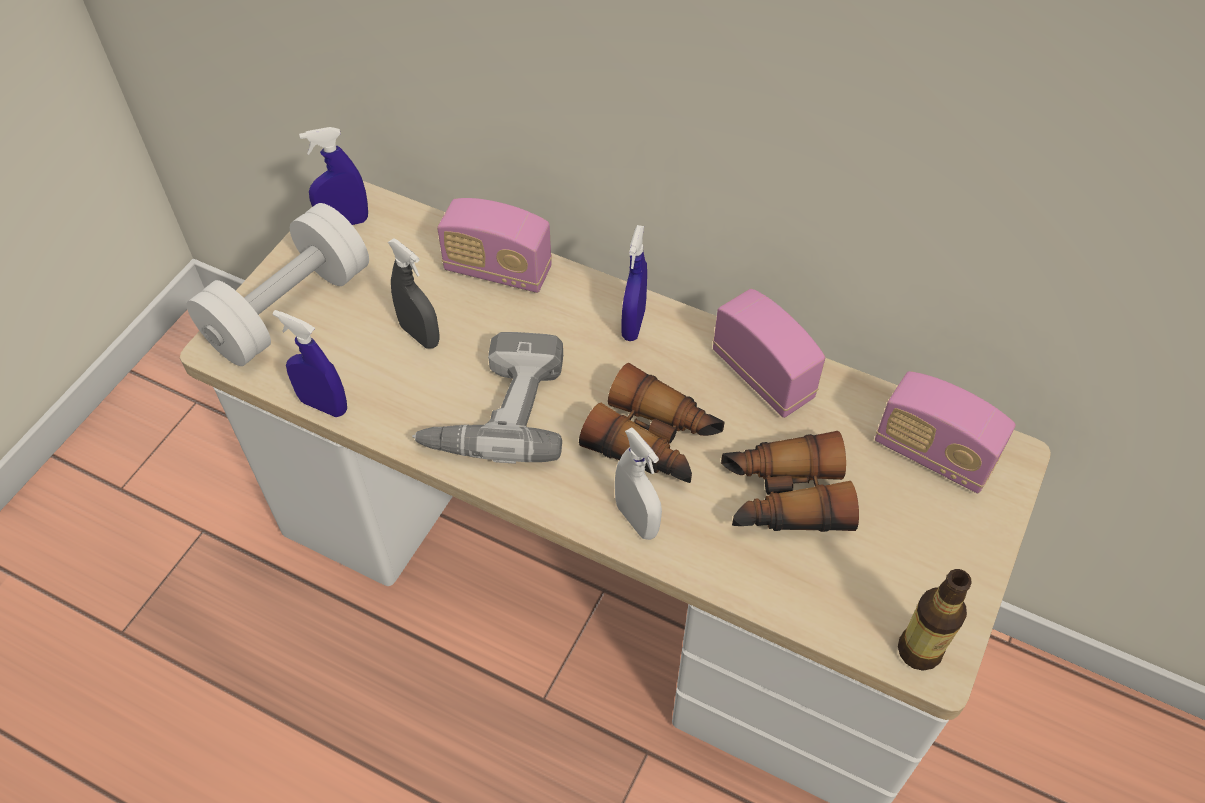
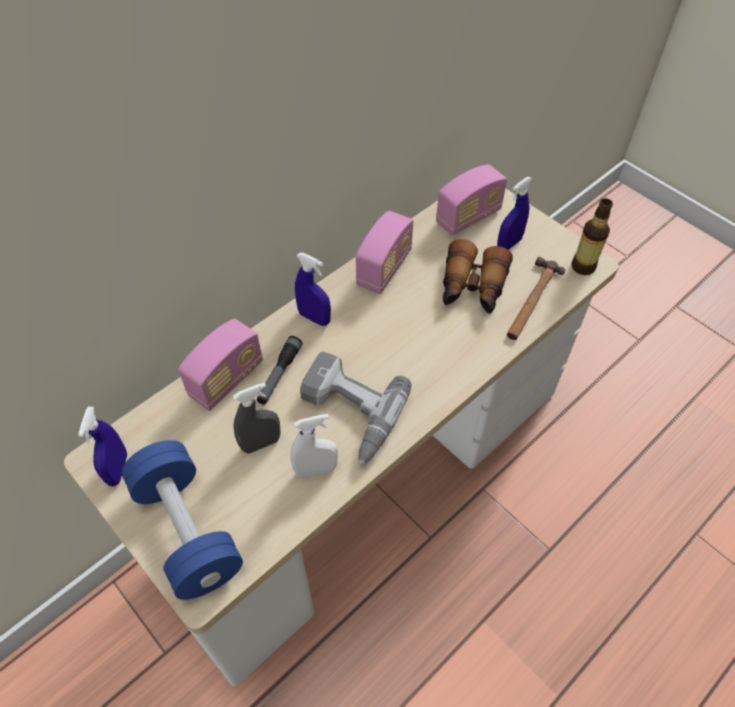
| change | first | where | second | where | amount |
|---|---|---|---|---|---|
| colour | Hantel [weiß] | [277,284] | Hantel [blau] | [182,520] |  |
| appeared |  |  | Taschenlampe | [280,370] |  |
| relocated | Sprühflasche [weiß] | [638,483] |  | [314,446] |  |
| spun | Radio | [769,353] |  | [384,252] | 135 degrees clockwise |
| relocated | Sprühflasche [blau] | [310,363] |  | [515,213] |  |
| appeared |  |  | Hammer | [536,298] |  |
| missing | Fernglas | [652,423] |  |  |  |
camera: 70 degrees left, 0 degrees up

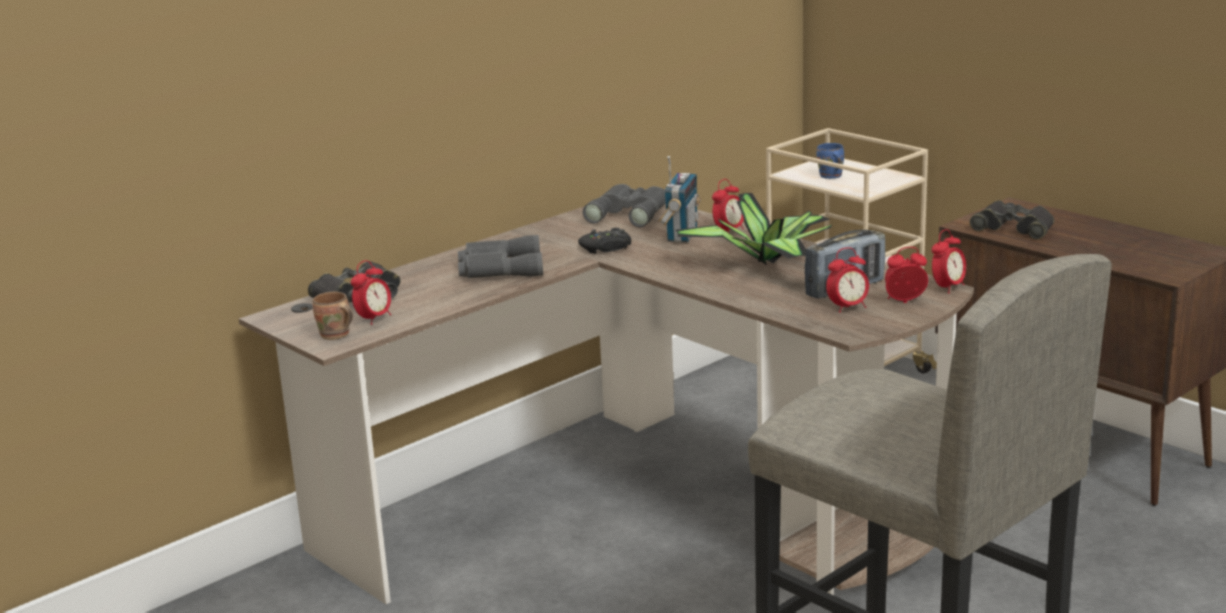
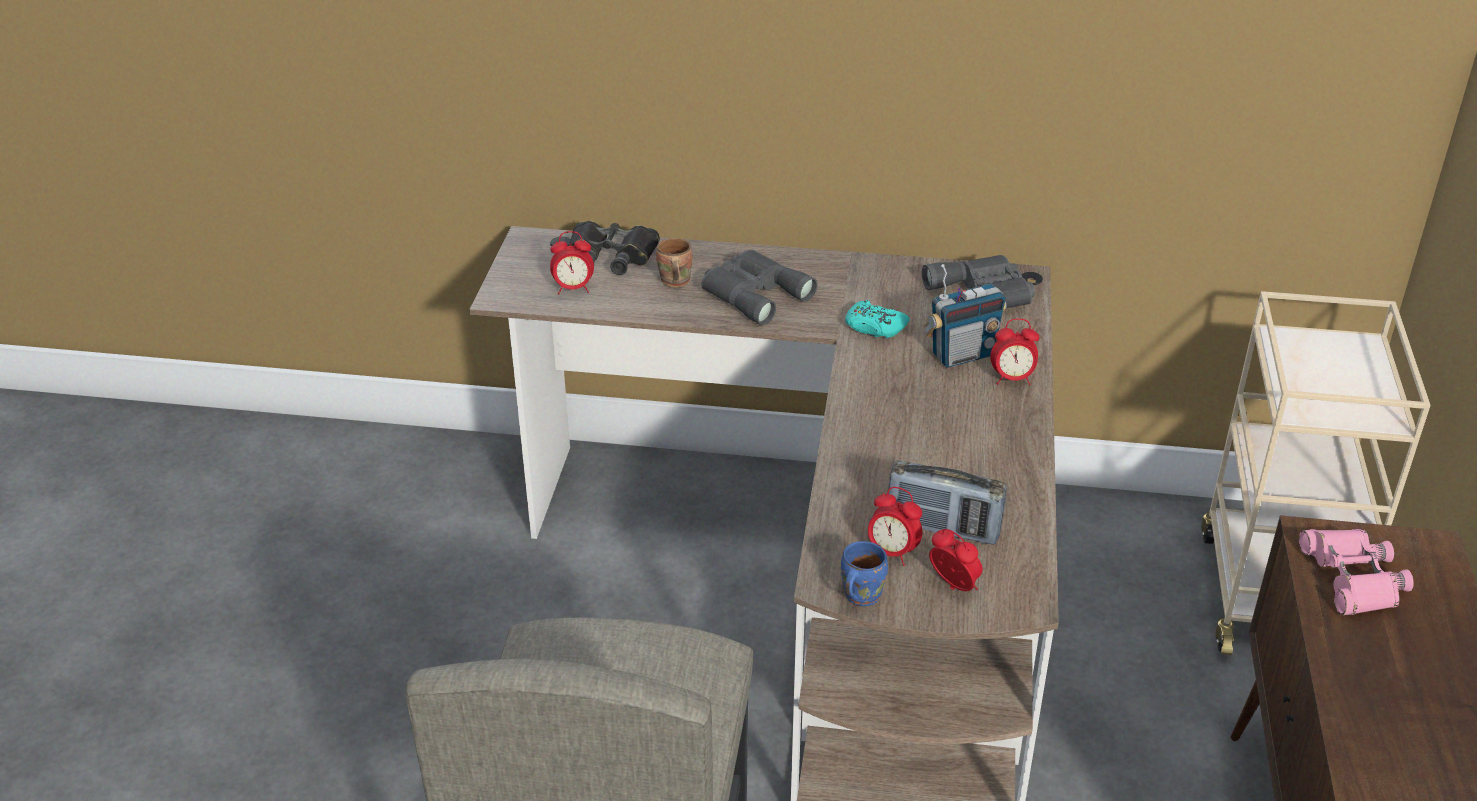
| change | first | where | second | where | amount |
|---|---|---|---|---|---|
| relocated | Henkelbecher [braun] | [333,316] |  | [674,263] |  |
| relocated | Henkelbecher [blau] | [830,161] |  | [864,573] |  |
| colour | Gamepad [schwarz] | [604,241] | Gamepad [türkis] | [877,319] |  |
| colour | Fernglas [schwarz] | [1012,220] | Fernglas [rosa] | [1356,572] |  |
| missing | Topfpflanze | [754,229] |  |  |  |
| missing | Wecker | [949,261] |  |  |  |
camera: 50 degrees right, 15 degrees up

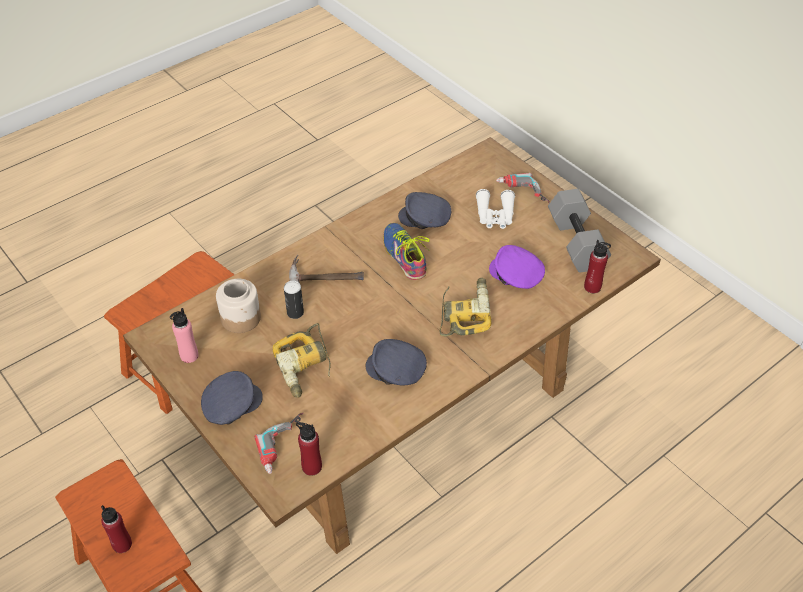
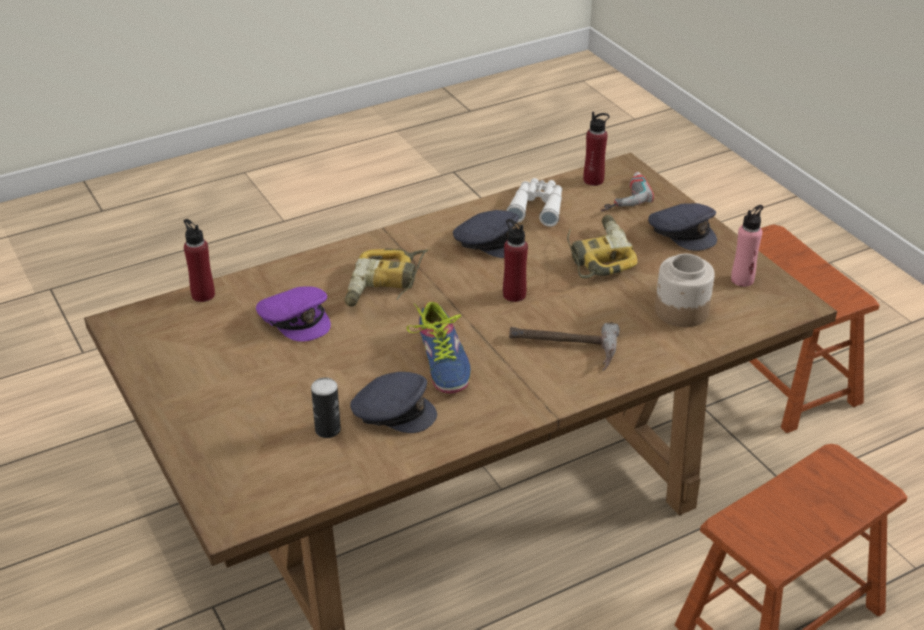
| change | first | where | second | where | amount |
|---|---|---|---|---|---|
| relocated | Dose | [294,300] |  | [326,408] |  |
| relocated | Flasche [rot] | [116,529] |  | [515,260] |  |
| relocated | Fernglas [weiß] | [495,209] |  | [534,202] |  |
| spun | Kappe [grau] | [232,398] |  | [682,227] | 105 degrees counterclockwise |
| missing | Bohrmaschine | [523,188] |  |  |  |
| missing | Hantel [grau] | [579,231] |  |  |  |
camera: 170 degrees left, 10 degrees down

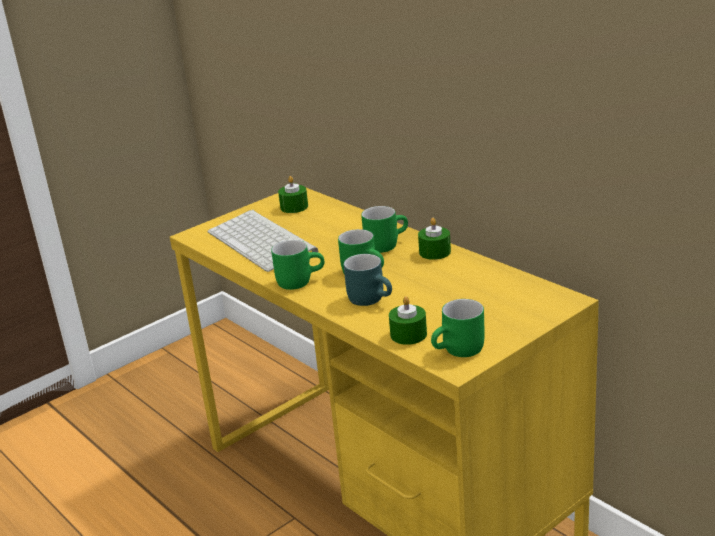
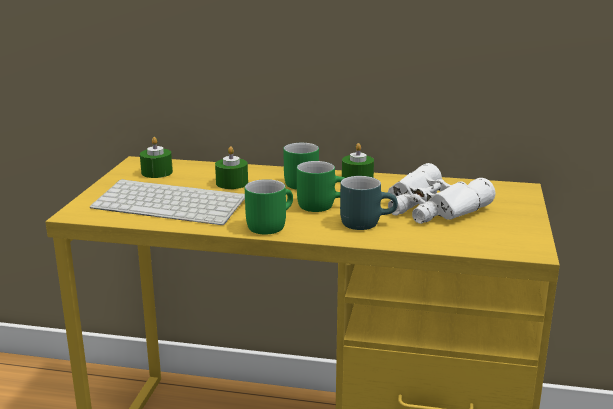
| change | first | where | second | where | amount |
|---|---|---|---|---|---|
| relocated | Kerze [grün] | [408,320] |  | [231,167] |  |
| appeared |  |  | Fernglas [weiß] | [441,193] |  |
| missing | Henkelbecher [grün] | [458,328] |  |  |  |
camera: 40 degrees left, 5 degrees down

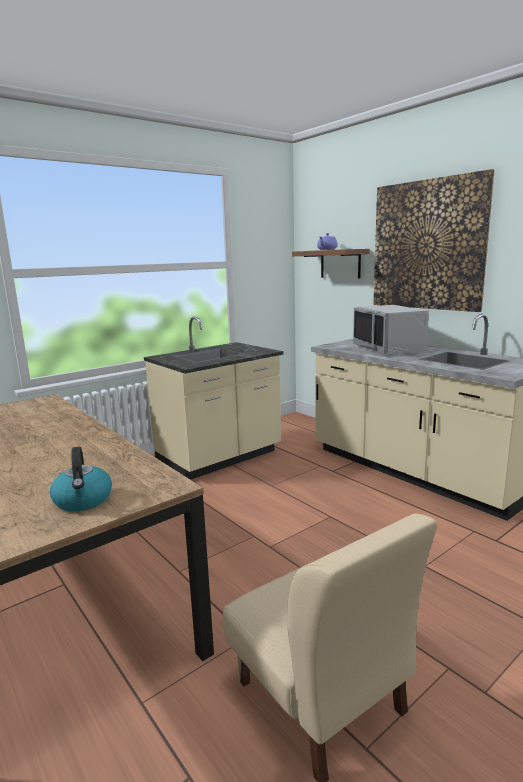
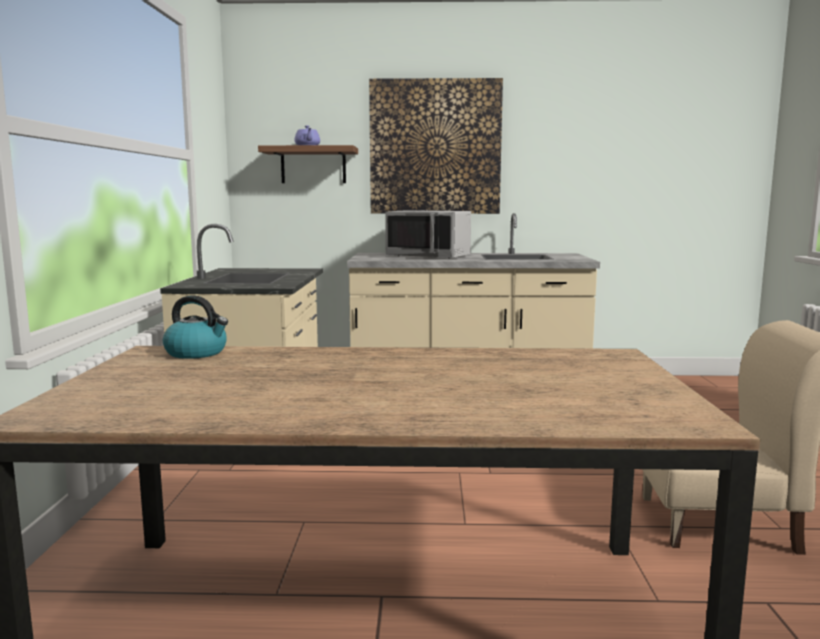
| change | first | where | second | where | amount |
|---|---|---|---|---|---|
| relocated | Wasserkessel | [81,479] |  | [195,327] |  |
camera: 50 degrees left, 5 degrees down

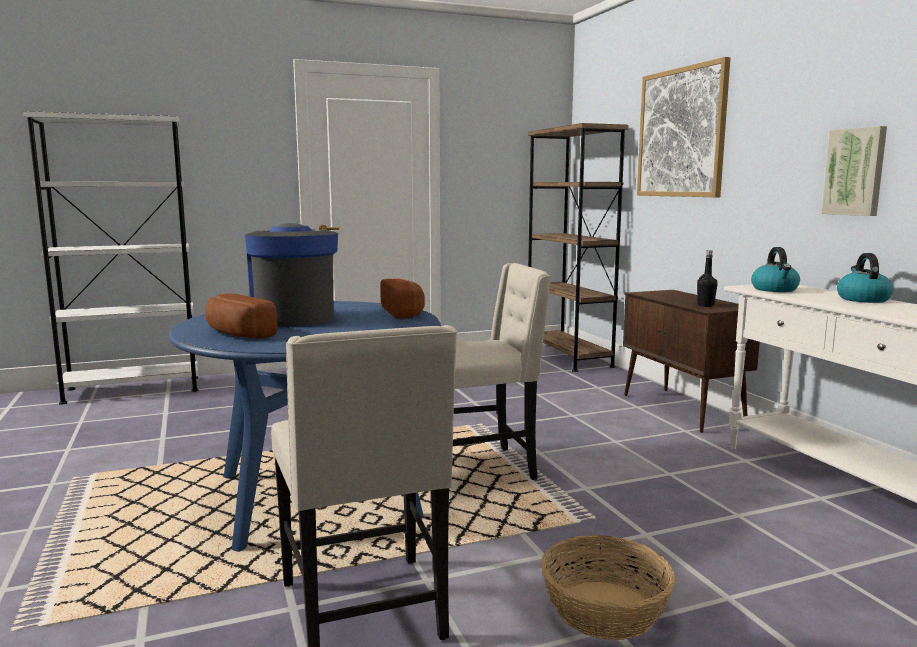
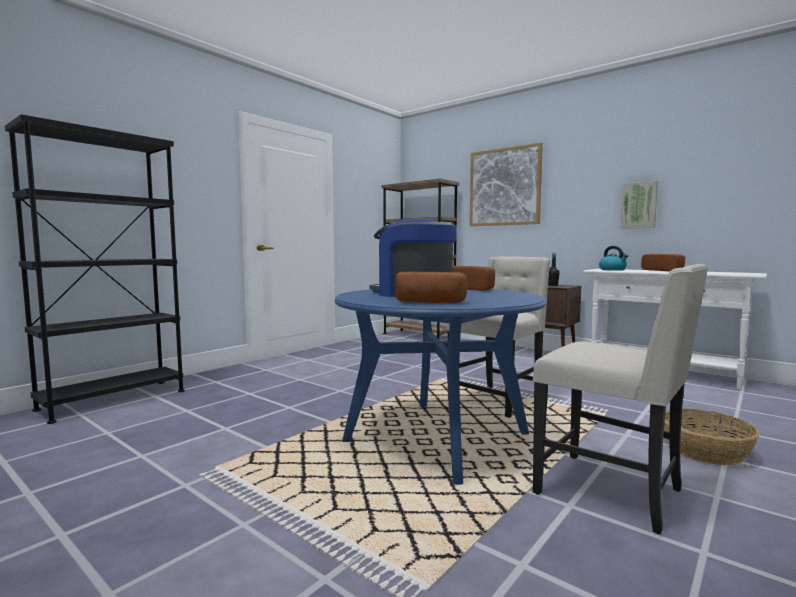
| change | first | where | second | where | amount |
|---|---|---|---|---|---|
| colour | Bücherregal [weiß] | [111,258] | Bücherregal [schwarz] | [95,269] |  |
| exchanged | Wasserkessel | [865,278] | Brot | [663,262] |  |
camera: 30 degrees left, 5 degrees down

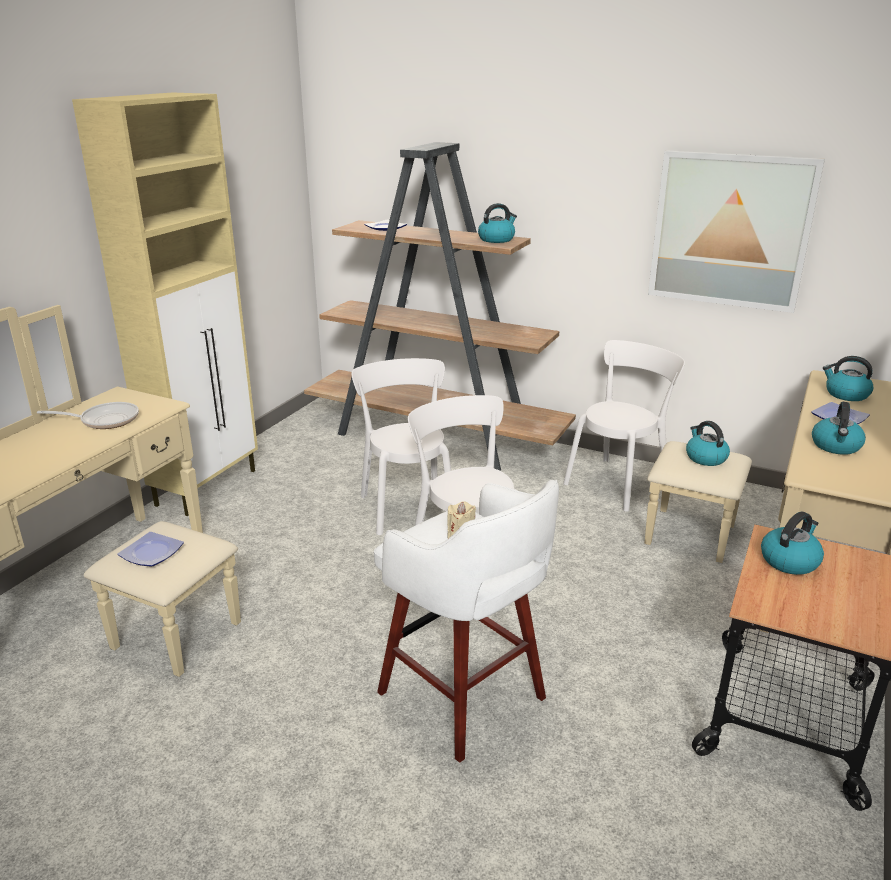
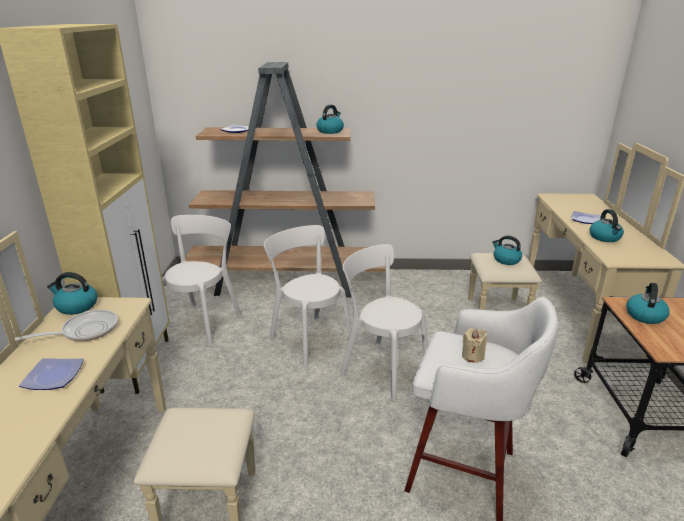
| change | first | where | second | where | amount |
|---|---|---|---|---|---|
| relocated | Teller | [151,549] |  | [51,374] |  |
| relocated | Wasserkessel | [848,378] |  | [72,293] |  |
| relocated | Stuhl [weiß] | [624,426] |  | [201,280] |  |
| missing | Bild | [736,231] |  |  |  |
camera: 25 degrees left, 0 degrees up

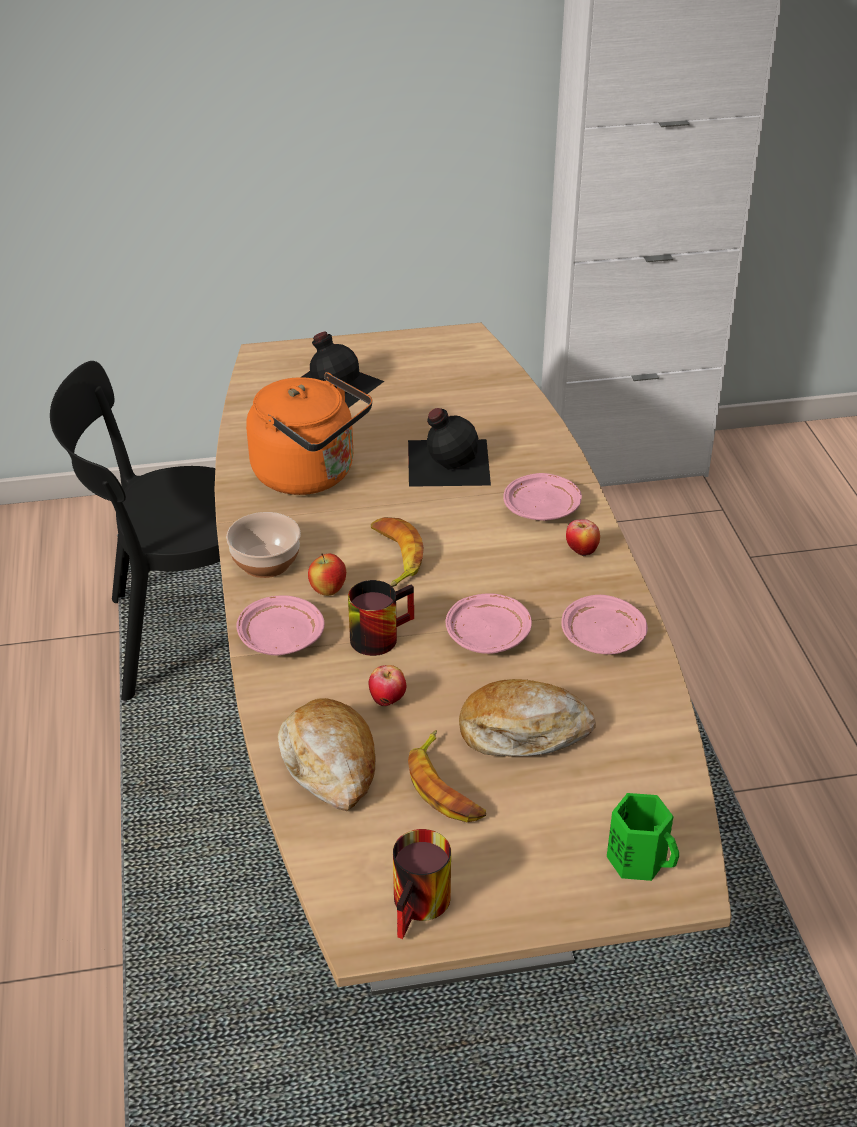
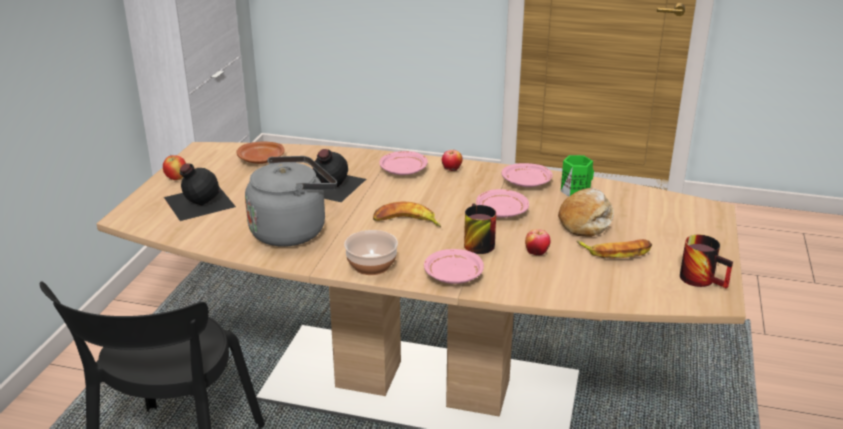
| change | first | where | second | where | amount |
|---|---|---|---|---|---|
| relocated | Apfel | [327,575] |  | [174,167] |  |
| appeared |  |  | Teller [braun] | [260,152] |  |
| colour | Wasserkessel [orange] | [309,433] | Wasserkessel [grau] | [291,201] |  |
| relocated | Henkelbecher [grün] | [643,837] |  | [577,176] |  |
| missing | Brot | [327,754] |  |  |  |
camera: 65 degrees left, 10 degrees down

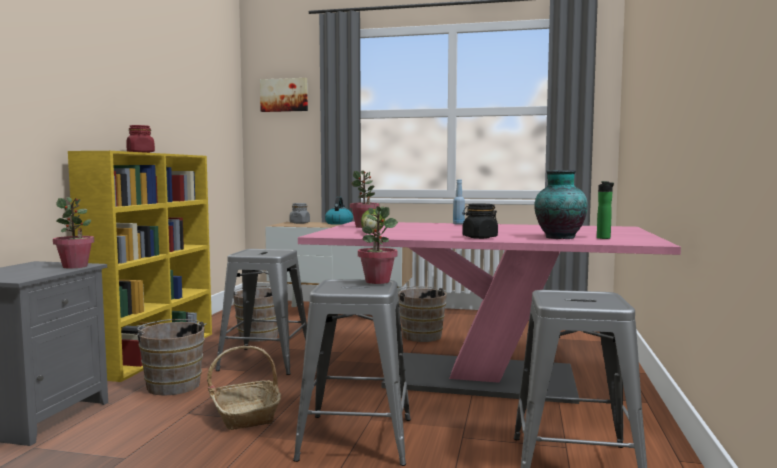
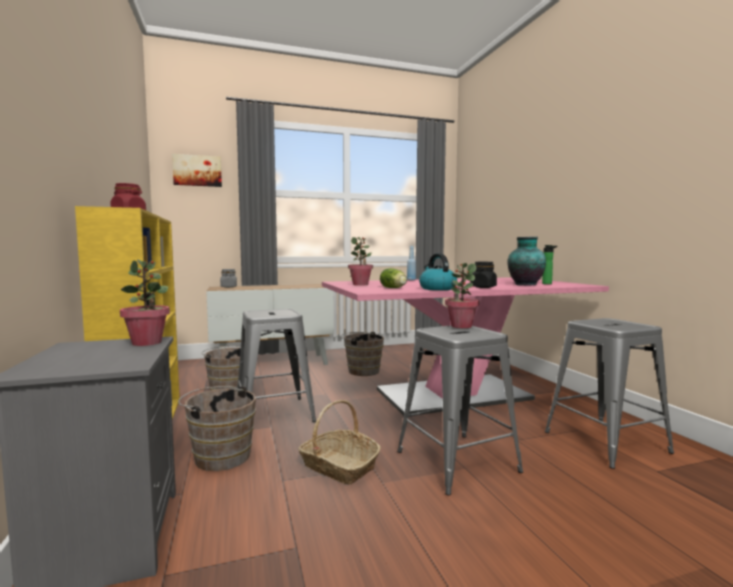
| change | first | where | second | where | amount |
|---|---|---|---|---|---|
| relocated | Wasserkessel | [339,211] |  | [438,271] |  |
camera: 30 degrees left, 0 degrees up

